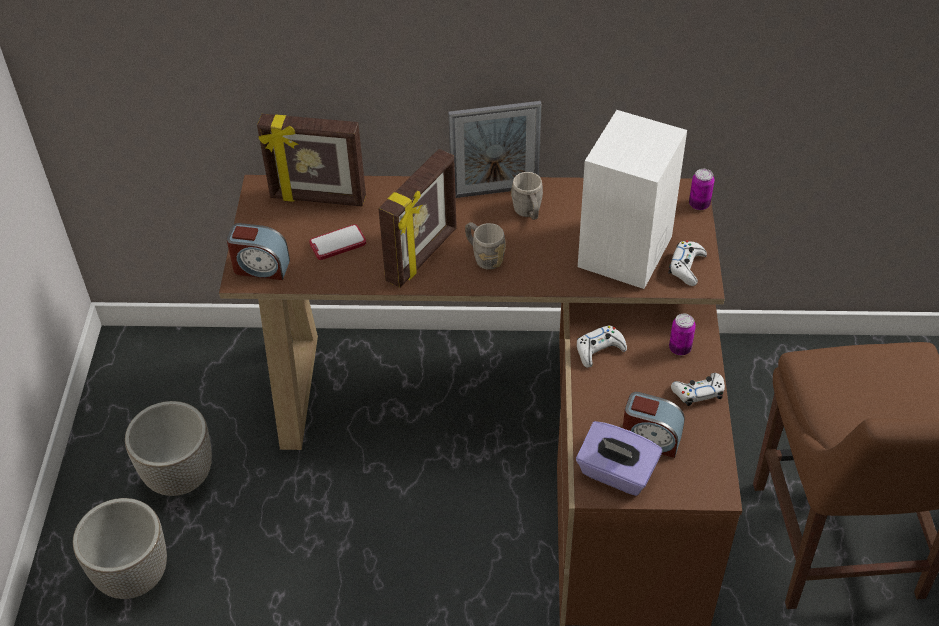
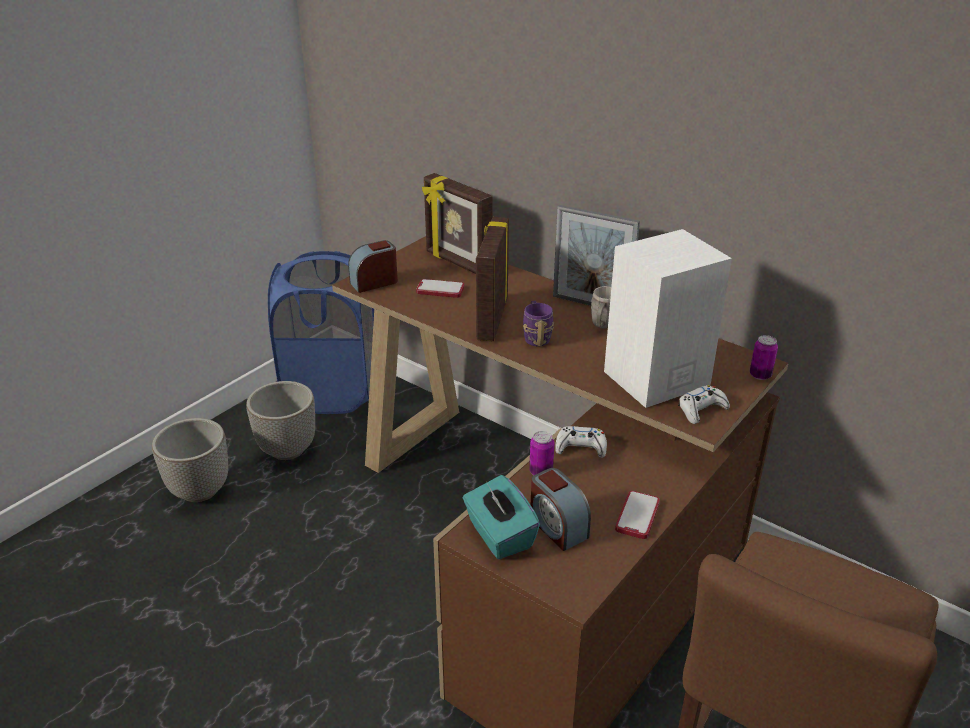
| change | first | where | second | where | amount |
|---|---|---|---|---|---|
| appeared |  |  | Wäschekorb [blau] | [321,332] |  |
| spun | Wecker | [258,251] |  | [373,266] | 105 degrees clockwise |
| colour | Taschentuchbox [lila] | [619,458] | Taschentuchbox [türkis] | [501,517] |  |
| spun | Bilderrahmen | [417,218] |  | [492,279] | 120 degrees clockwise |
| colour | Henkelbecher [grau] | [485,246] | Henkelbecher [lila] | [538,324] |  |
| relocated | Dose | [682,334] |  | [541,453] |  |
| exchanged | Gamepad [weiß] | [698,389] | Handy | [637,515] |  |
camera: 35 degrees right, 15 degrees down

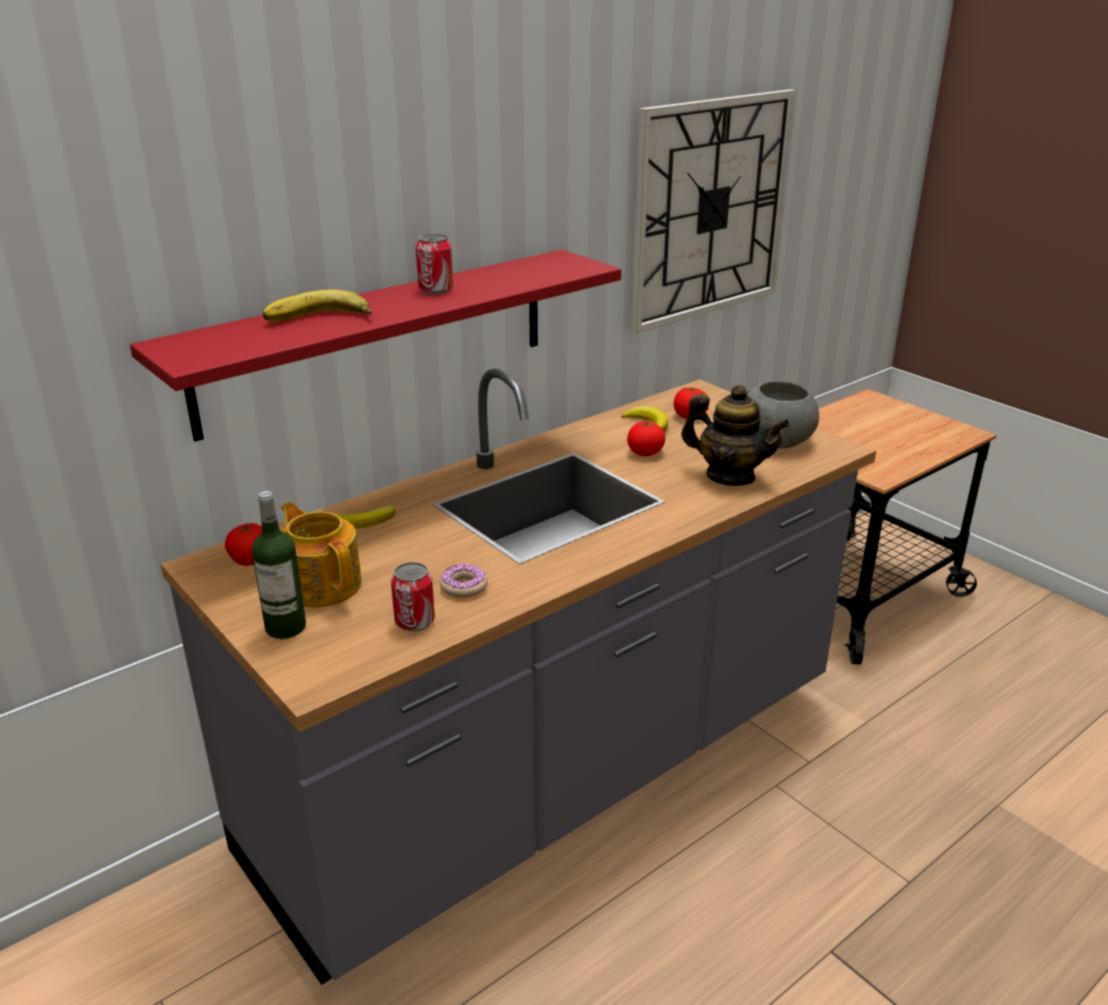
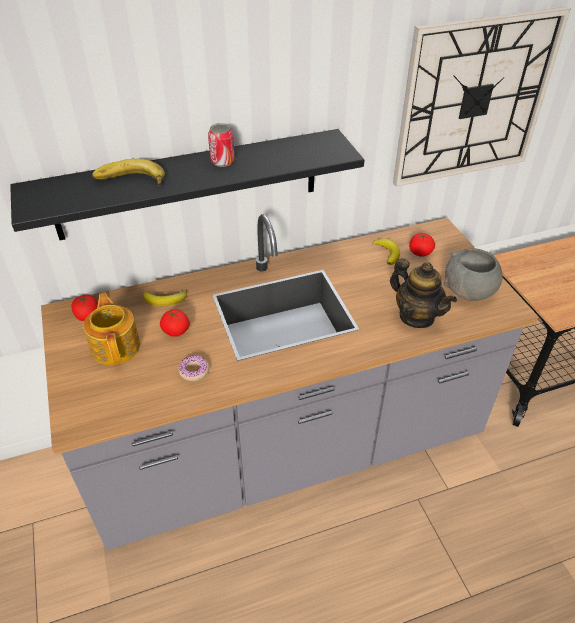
| change | first | where | second | where | amount |
|---|---|---|---|---|---|
| colour | Wandregal [rot] | [375,345] | Wandregal [schwarz] | [187,184] |  |
| relocated | Tomate | [646,439] |  | [175,323] |  |
| missing | Flasche | [279,565] |  |  |  |
| missing | Dose | [413,596] |  |  |  |
camera: 20 degrees right, 15 degrees up

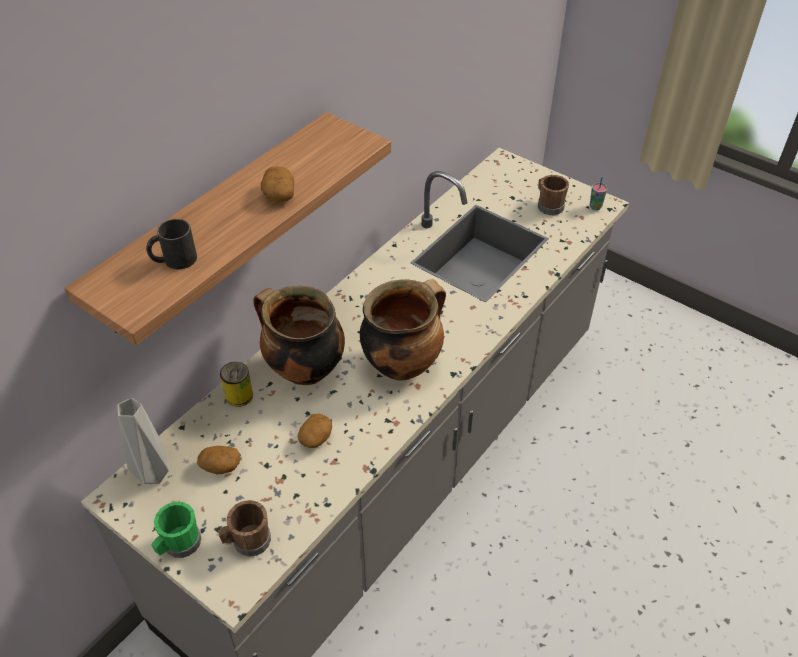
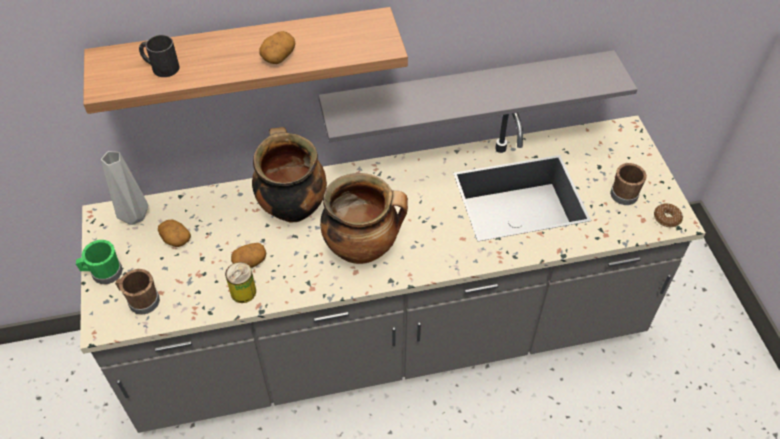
| change | first | where | second | where | amount |
|---|---|---|---|---|---|
| relocated | Dose | [236,384] |  | [240,282] |  |
| appeared |  |  | Wandregal [grau] | [478,96] |  |
| exchanged | Tasse | [599,193] | Donut | [668,215] |  |
camera: 40 degrees right, 5 degrees up

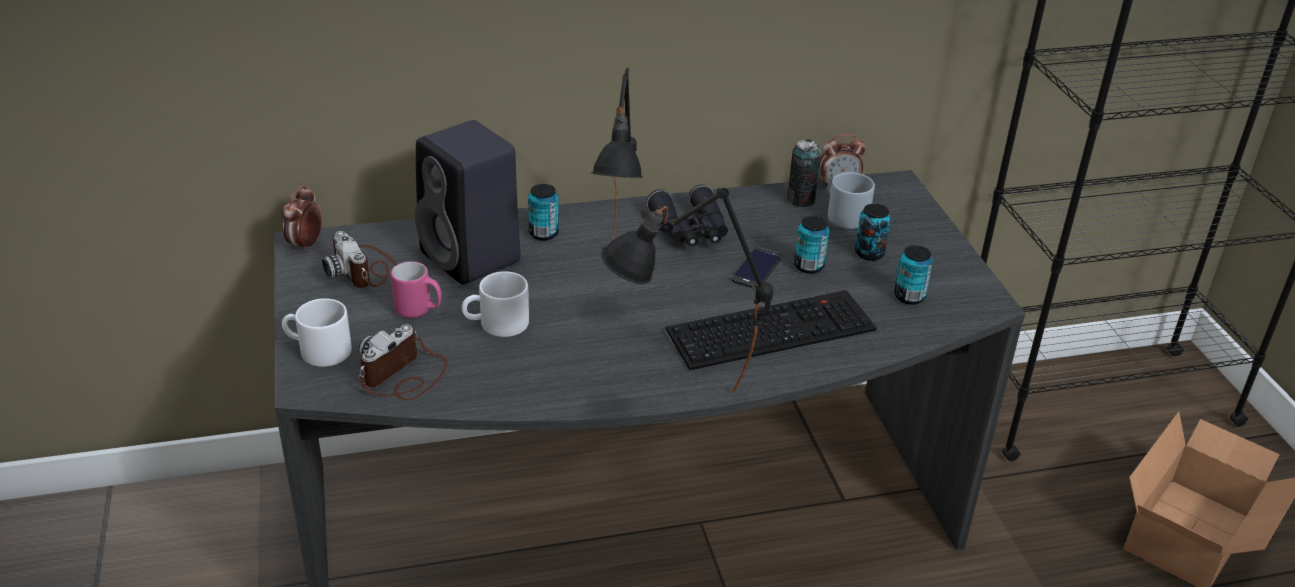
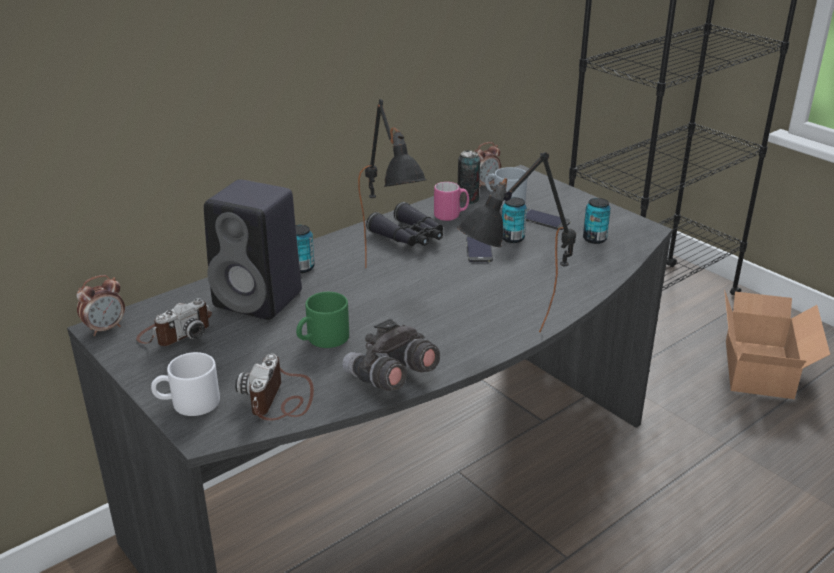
| change | first | where | second | where | amount |
|---|---|---|---|---|---|
| spun | Wecker | [302,218] |  | [100,305] | 120 degrees counterclockwise |
| spun | Kamera | [360,259] |  | [174,322] | 75 degrees counterclockwise |
| colour | Henkelbecher [weiß] | [495,304] | Henkelbecher [grün] | [322,320] |  |
| appeared |  |  | Fernglas [grau] | [391,355] |  |
| relocated | Henkelbecher [rosa] | [416,289] |  | [451,201] |  |
| exchanged | Dose | [873,232] | Handy | [548,219] |  |
| missing | Tastatur | [771,330] |  |  |  |
camera: 25 degrees left, 5 degrees down

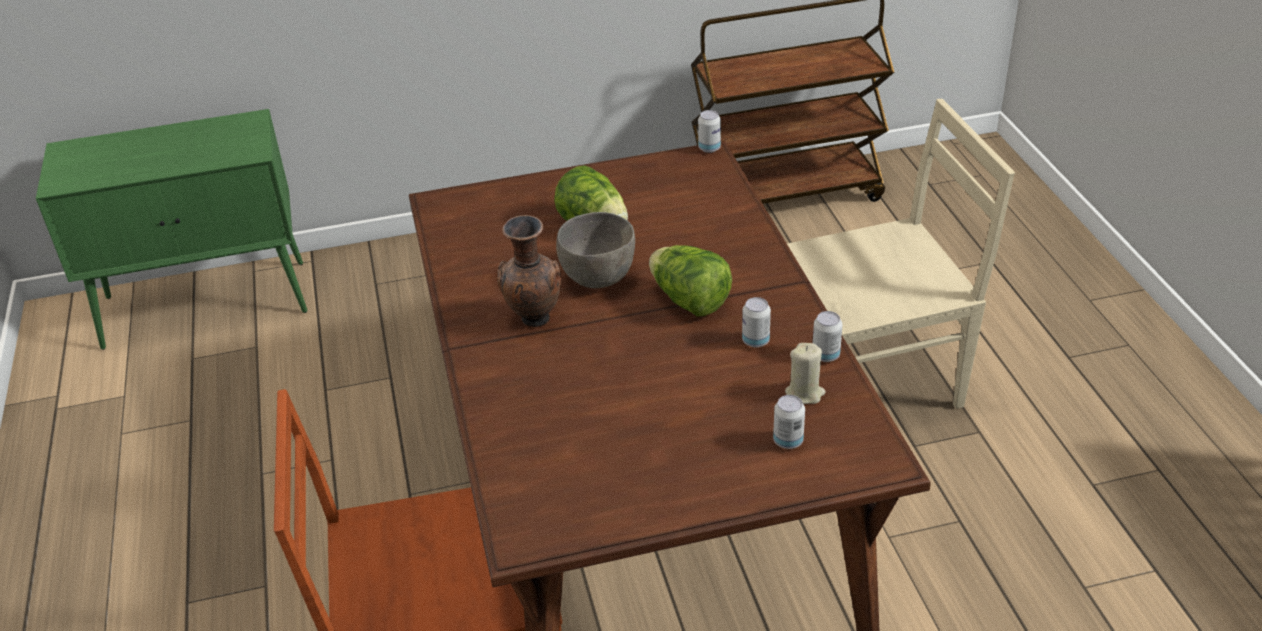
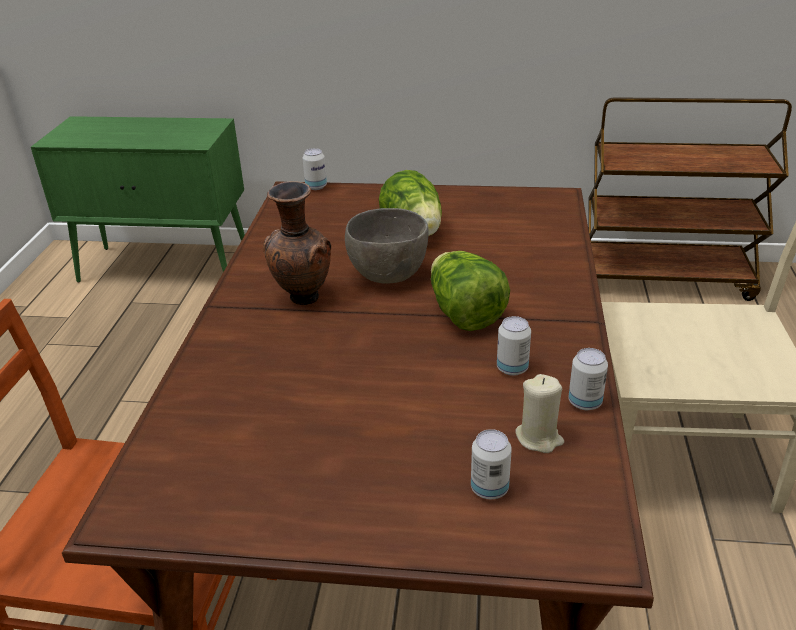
| change | first | where | second | where | amount |
|---|---|---|---|---|---|
| relocated | Dose | [709,131] |  | [315,169] |  |
camera: 20 degrees right, 5 degrees down

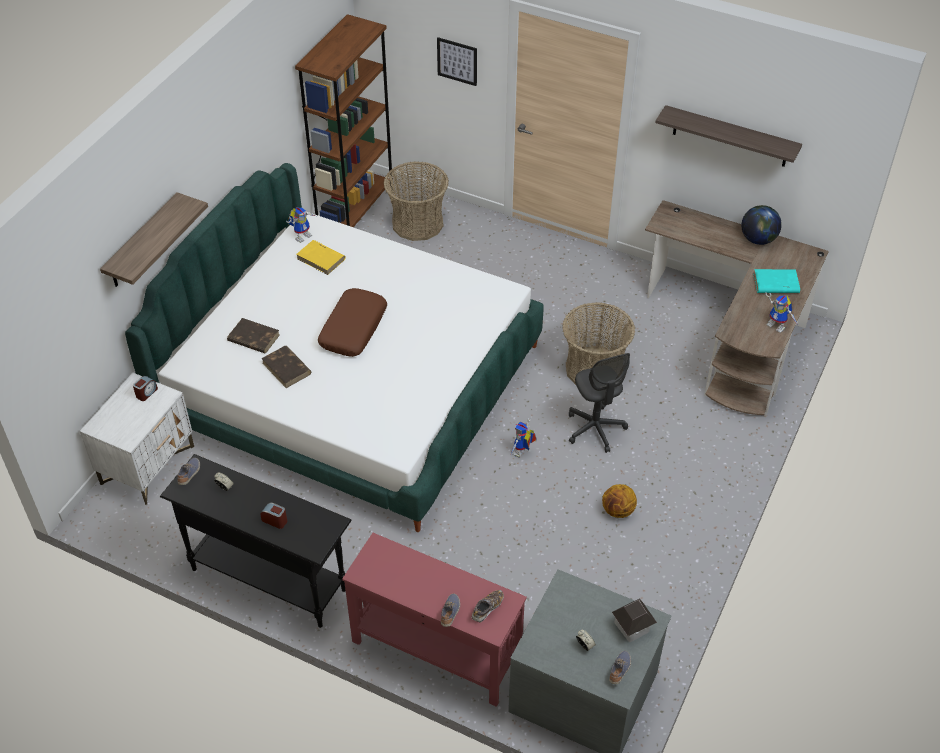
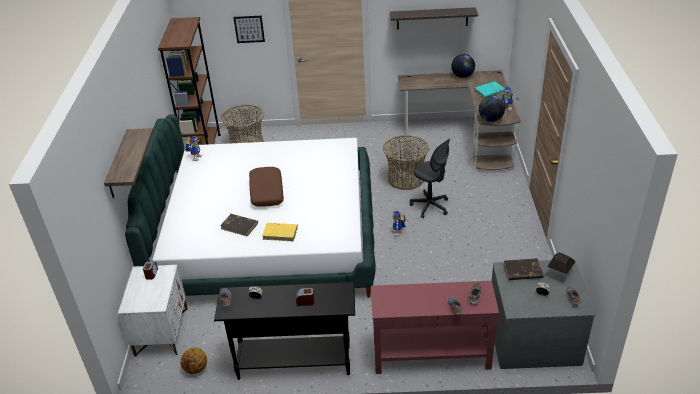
| change | first | where | second | where | amount |
|---|---|---|---|---|---|
| relocated | Basketball | [619,501] |  | [193,360] |  |
| relocated | Buch [gelb] | [321,257] |  | [280,232] |  |
| appeared |  |  | Globus | [492,109] |  |
| relocated | Buch [braun] | [253,335] |  | [524,269] |  |
camera: 25 degrees left, 10 degrees down

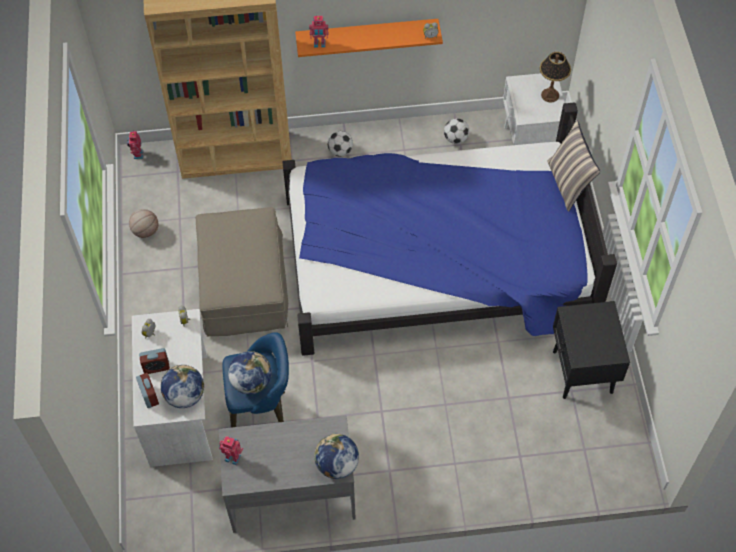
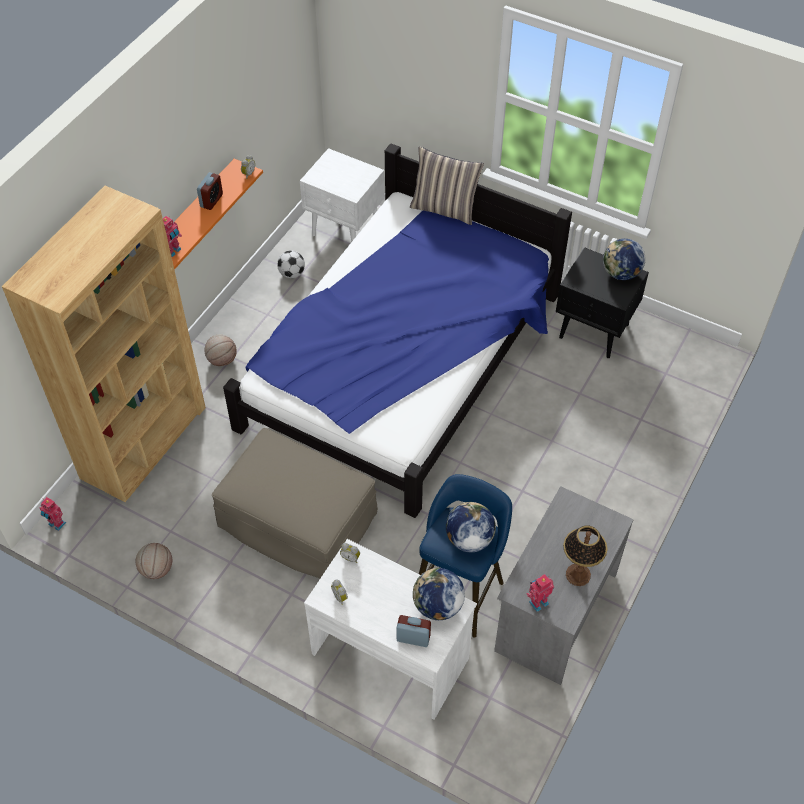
| change | first | where | second | where | amount |
|---|---|---|---|---|---|
| relocated | Wecker | [154,361] |  | [210,191] |  |
| exchanged | Fußball | [340,144] | Basketball | [221,350] |  |
| relocated | Tischlampe | [555,77] |  | [585,555] |  |
| relocated | Globus | [336,456] |  | [624,259] |  |
camera: 55 degrees left, 5 degrees down

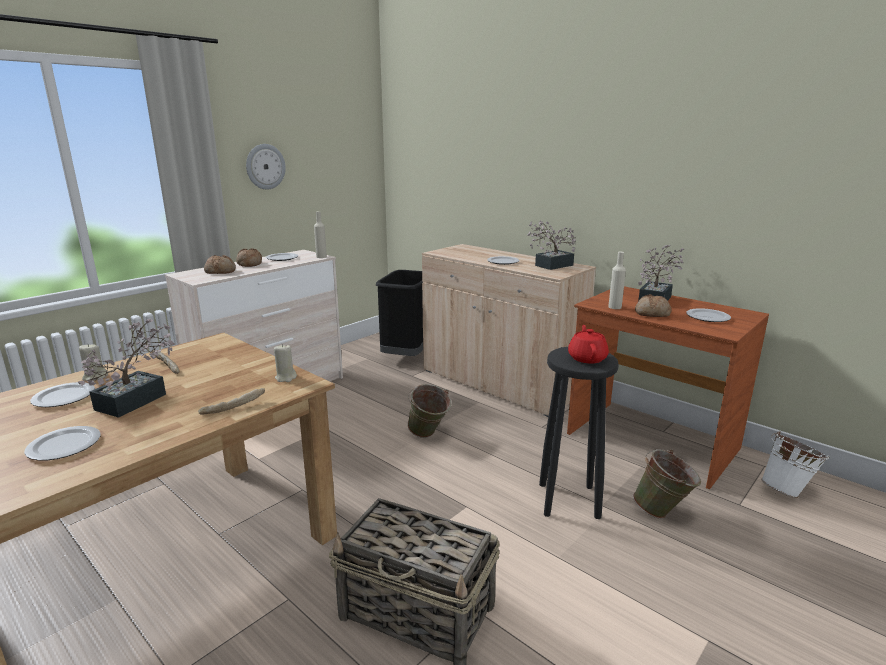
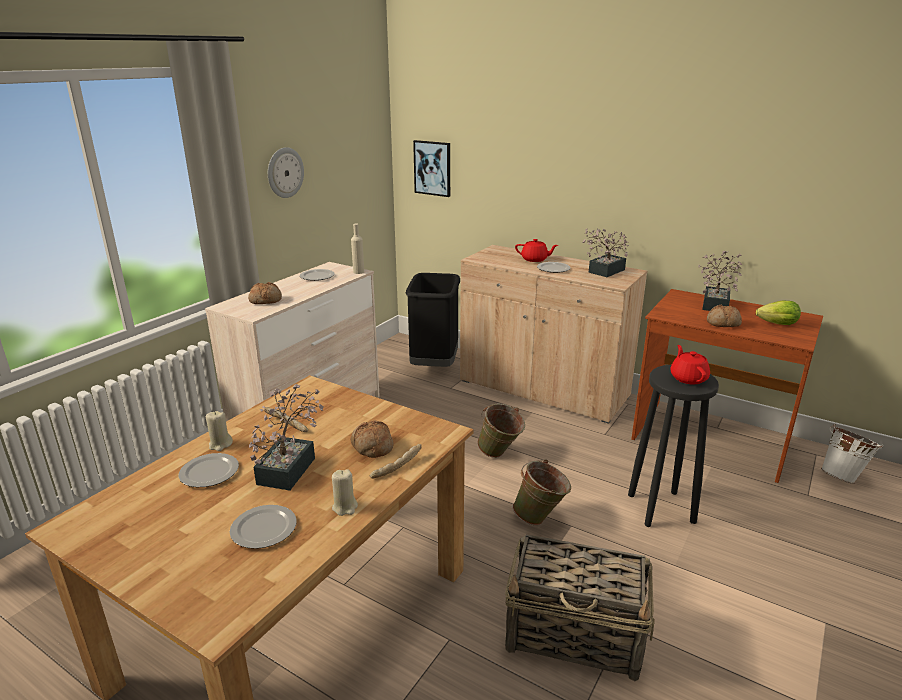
| change | first | where | second | where | amount |
|---|---|---|---|---|---|
| relocated | Kerze [beige] | [285,363] |  | [345,492] |  |
| relocated | Brot | [249,257] |  | [372,439] |  |
| appeared |  |  | Bild | [431,168] |  |
| relocated | Eimer [grün] | [667,484] |  | [542,492] |  |
| appeared |  |  | Teekanne [rot] | [536,250] |  |
| exchanged | Teller | [708,315] | Salatkopf | [778,313] |  |
| missing | Flasche [beige] | [617,280] |  |  |  |
camera: 10 degrees left, 5 degrees up

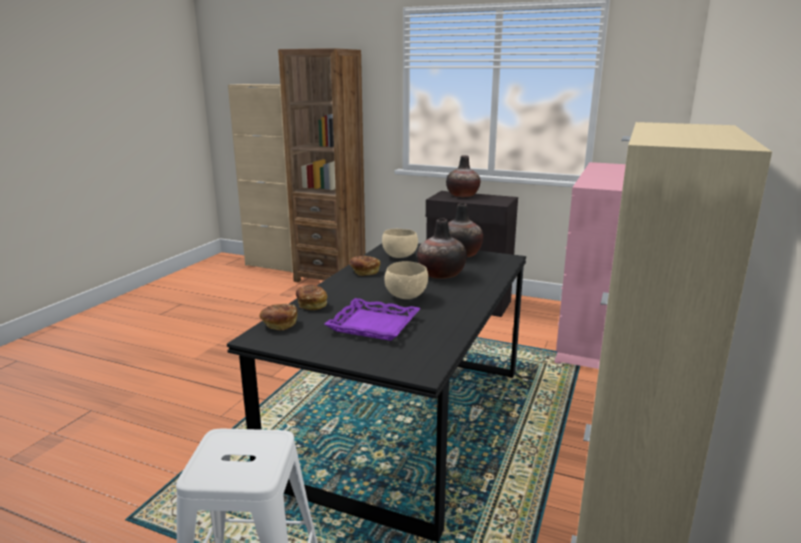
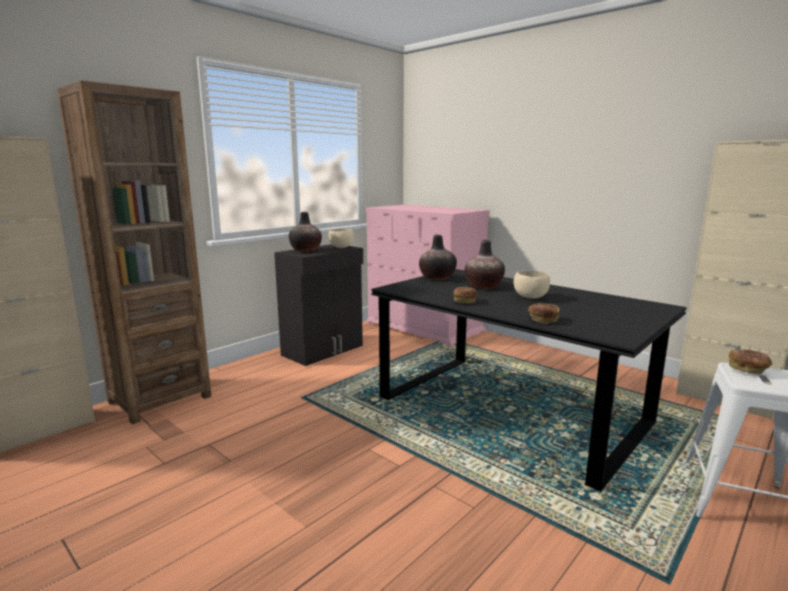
| change | first | where | second | where | amount |
|---|---|---|---|---|---|
| relocated | Schüssel [beige] | [400,243] |  | [341,238] |  |
| relocated | Brot | [278,317] |  | [751,362] |  |
| missing | Tablett [lila] | [372,319] |  |  |  |
camera: 70 degrees left, 5 degrees down

